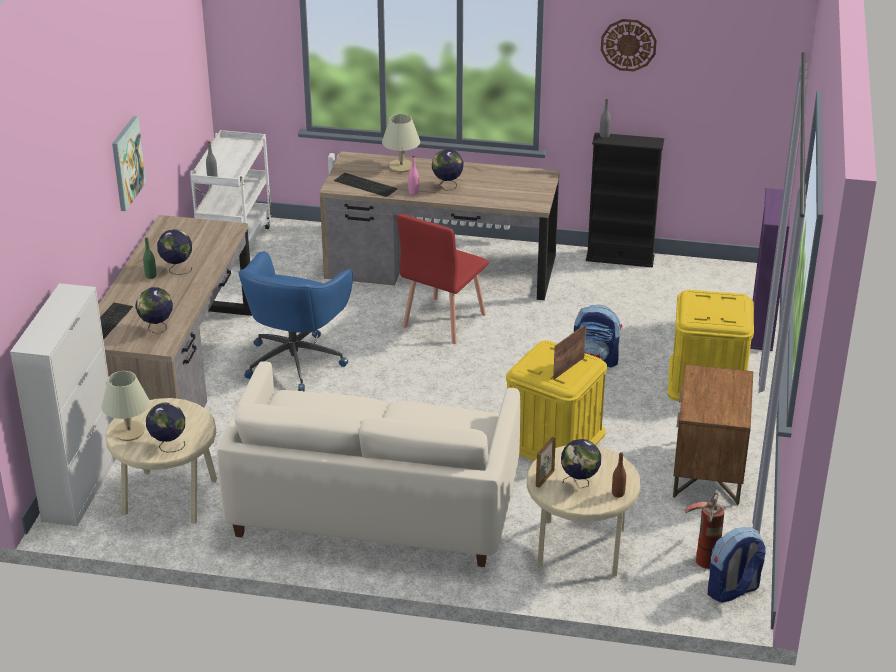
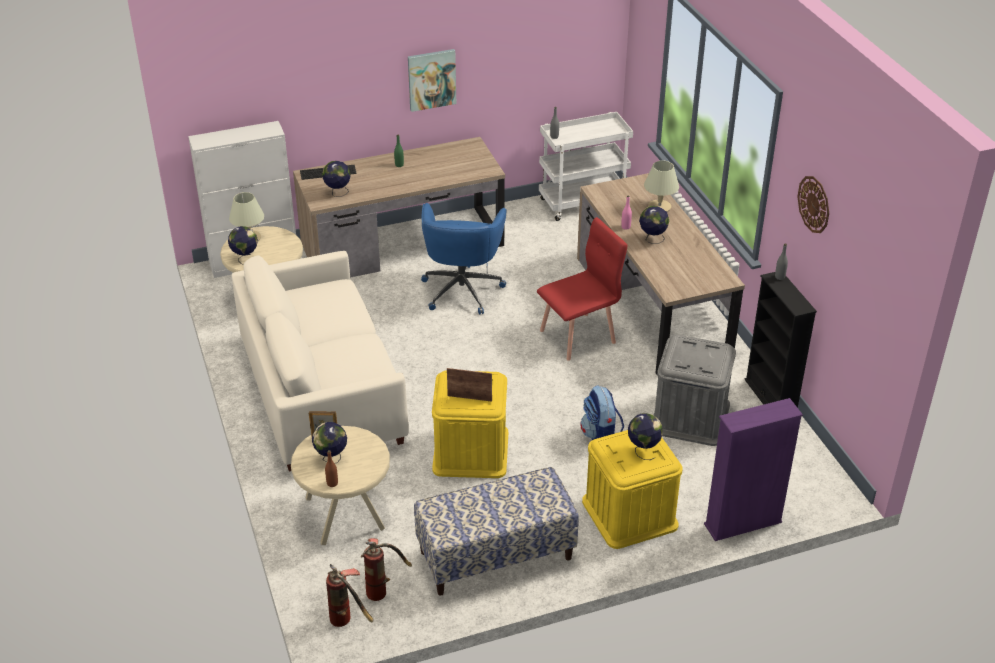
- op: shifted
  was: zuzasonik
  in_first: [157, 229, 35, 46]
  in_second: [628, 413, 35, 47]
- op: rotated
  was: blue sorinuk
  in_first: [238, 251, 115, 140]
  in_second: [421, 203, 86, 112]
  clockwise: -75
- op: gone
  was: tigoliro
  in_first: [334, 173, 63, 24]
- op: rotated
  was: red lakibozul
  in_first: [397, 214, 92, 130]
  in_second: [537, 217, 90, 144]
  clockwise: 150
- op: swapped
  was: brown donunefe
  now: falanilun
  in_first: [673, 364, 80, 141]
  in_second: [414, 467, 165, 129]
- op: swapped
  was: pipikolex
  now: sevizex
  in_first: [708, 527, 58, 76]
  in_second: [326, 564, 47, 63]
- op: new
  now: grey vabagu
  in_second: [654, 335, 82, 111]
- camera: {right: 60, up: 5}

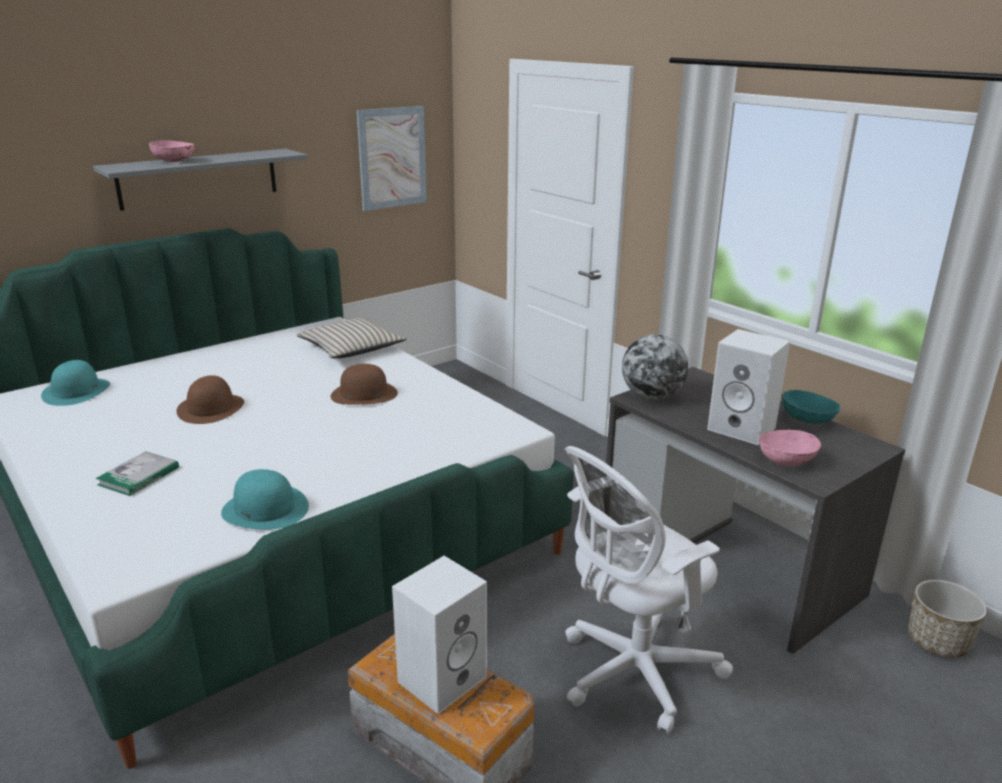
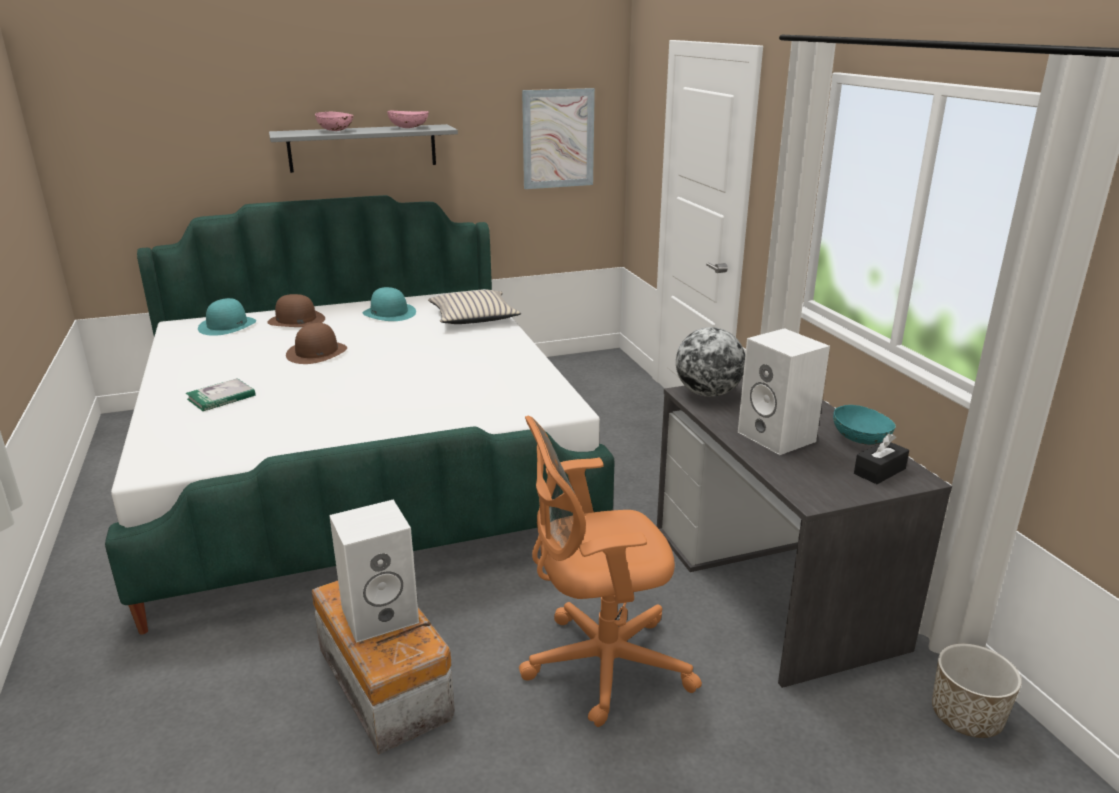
- op: shifted
  was: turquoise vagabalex
  in_first: [221, 469, 88, 61]
  in_second: [363, 287, 53, 34]
- op: shifted
  was: brown vagabalex
  in_first: [331, 364, 67, 41]
  in_second: [267, 294, 58, 33]
- op: repainted
  was: white sorinuk
  now: orange sorinuk
  in_first: [565, 446, 168, 288]
  in_second: [519, 415, 183, 312]
- op: shifted
  was: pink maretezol
  in_first: [759, 430, 62, 36]
  in_second: [387, 111, 42, 17]
- op: new
  now: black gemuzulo
  in_second: [854, 434, 55, 50]
- camera: {right: 20, up: 0}

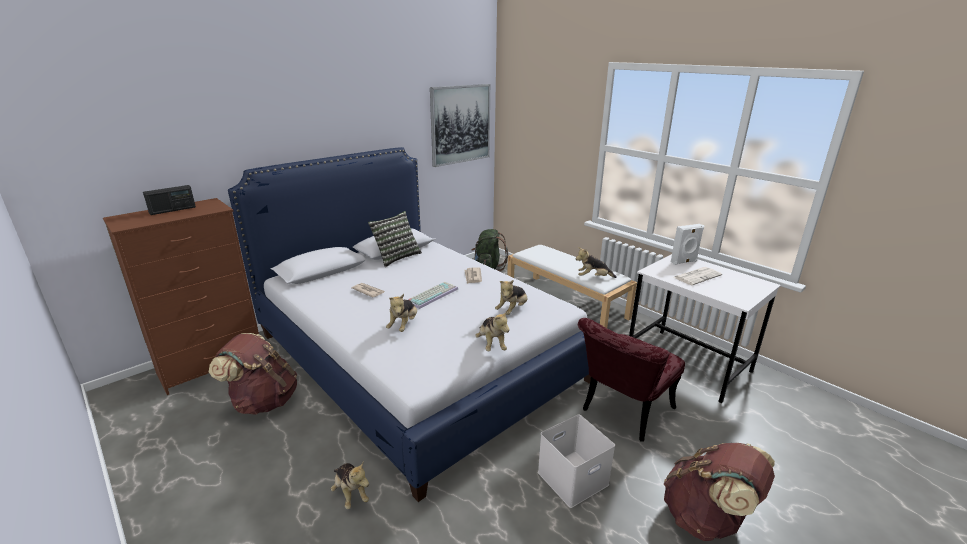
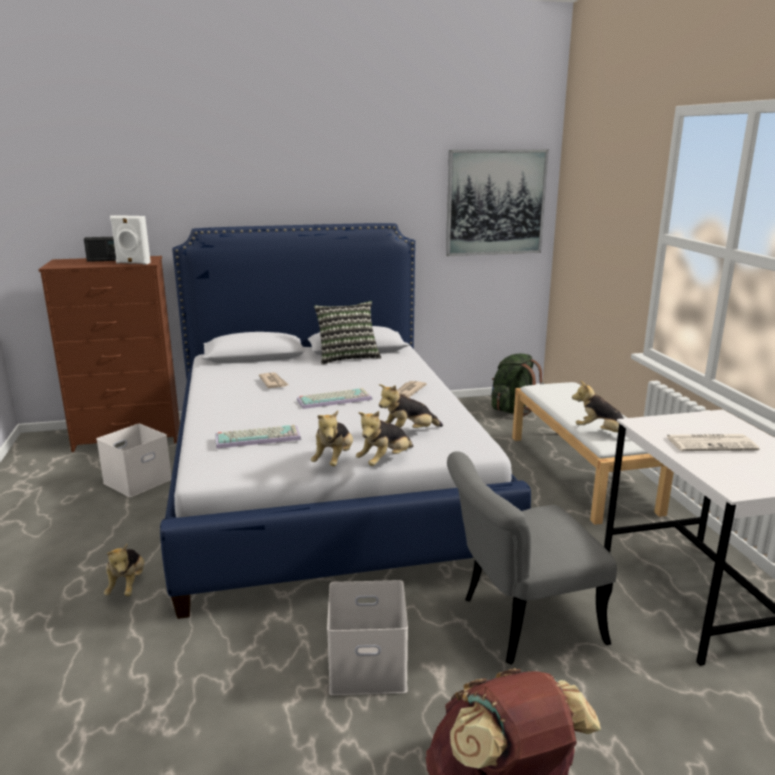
- op: swapped
  was: brown pipikolex
  now: white vabagu
  in_first: [209, 333, 88, 82]
  in_second: [96, 424, 75, 73]
- op: shifted
  was: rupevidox
  in_first: [386, 294, 31, 38]
  in_second: [356, 411, 57, 55]
- op: repainted
  was: red lakibozul
  now: grey lakibozul
  in_first: [578, 318, 107, 123]
  in_second: [447, 451, 170, 214]
- op: shifted
  was: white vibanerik
  in_first: [671, 224, 34, 41]
  in_second: [110, 215, 41, 49]
- op: new
  now: tigoliro
  in_second: [215, 425, 86, 24]
- camera: {right: 30, up: -5}

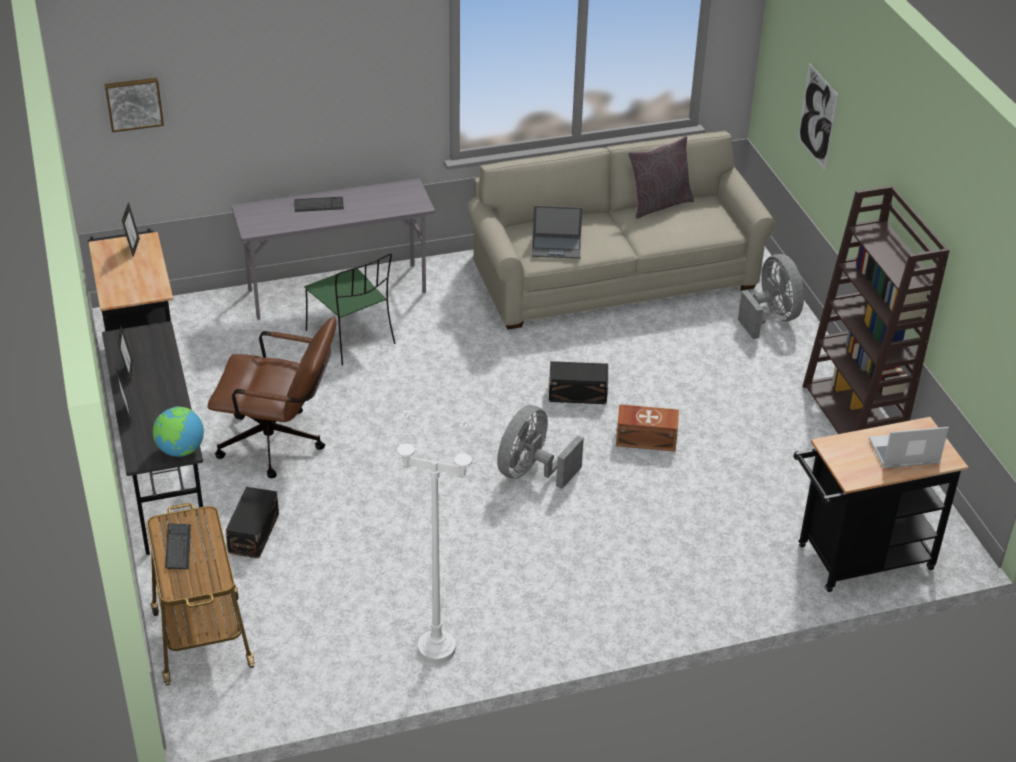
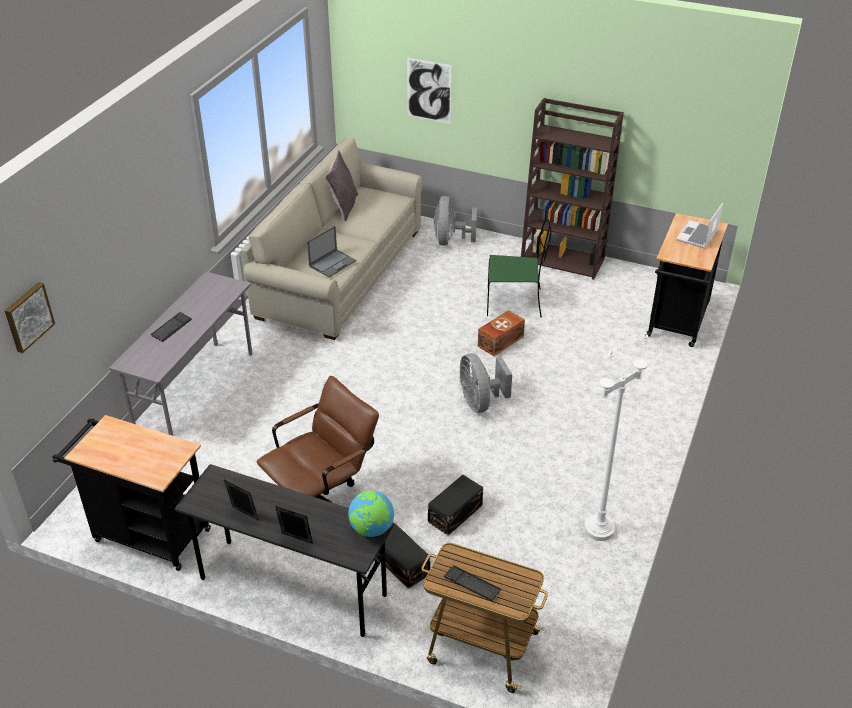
- op: gone
  was: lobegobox
  in_first: [122, 202, 18, 54]
- op: shifted
  was: green lakibozul
  in_first: [304, 253, 92, 113]
  in_second: [487, 220, 65, 97]
- op: shifted
  was: black vabagu
  in_first: [549, 361, 59, 43]
  in_second: [428, 475, 55, 60]
- op: rotated
  was: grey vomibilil
  in_first: [738, 254, 66, 85]
  in_second: [434, 196, 43, 50]
  clockwise: -105
- camera: {right: -50, up: 0}

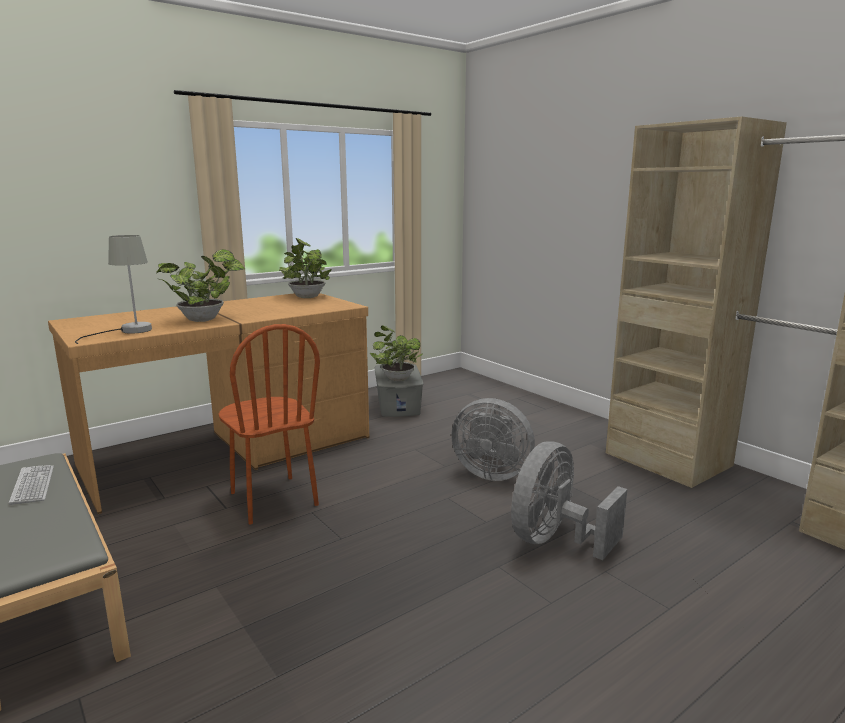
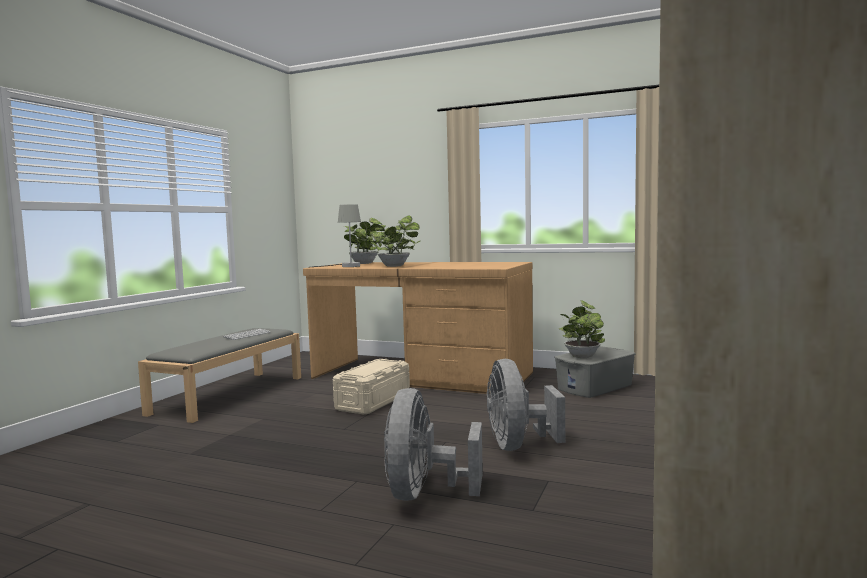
- op: swapped
  was: brown lakibozul
  now: beige vabagu
  in_first: [219, 324, 101, 200]
  in_second: [333, 359, 77, 55]
- op: shifted
  was: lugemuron
  in_first: [279, 238, 53, 60]
  in_second: [344, 218, 41, 46]
- op: rotated
  was: grey vomibilil
  in_first: [511, 441, 117, 119]
  in_second: [384, 388, 99, 113]
  clockwise: -90
- camera: {right: 60, up: -10}

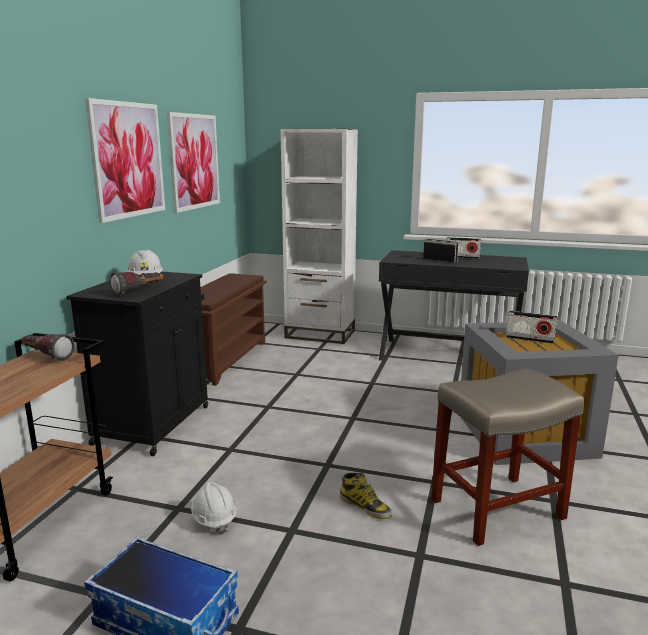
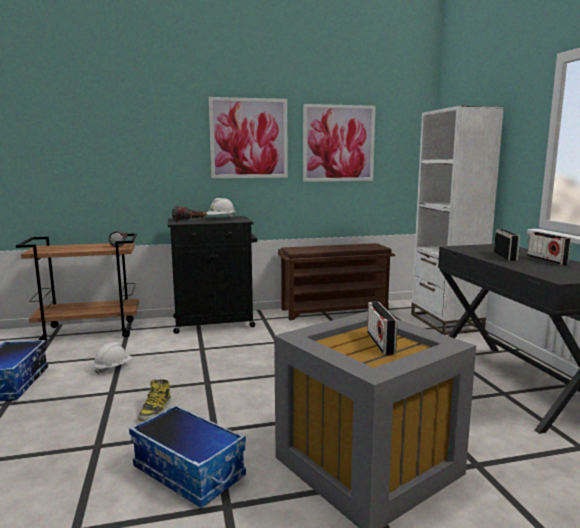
- op: swapped
  was: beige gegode
  now: vabagu
  in_first: [431, 368, 153, 178]
  in_second: [129, 404, 117, 104]
- camera: {right: 60, up: -5}

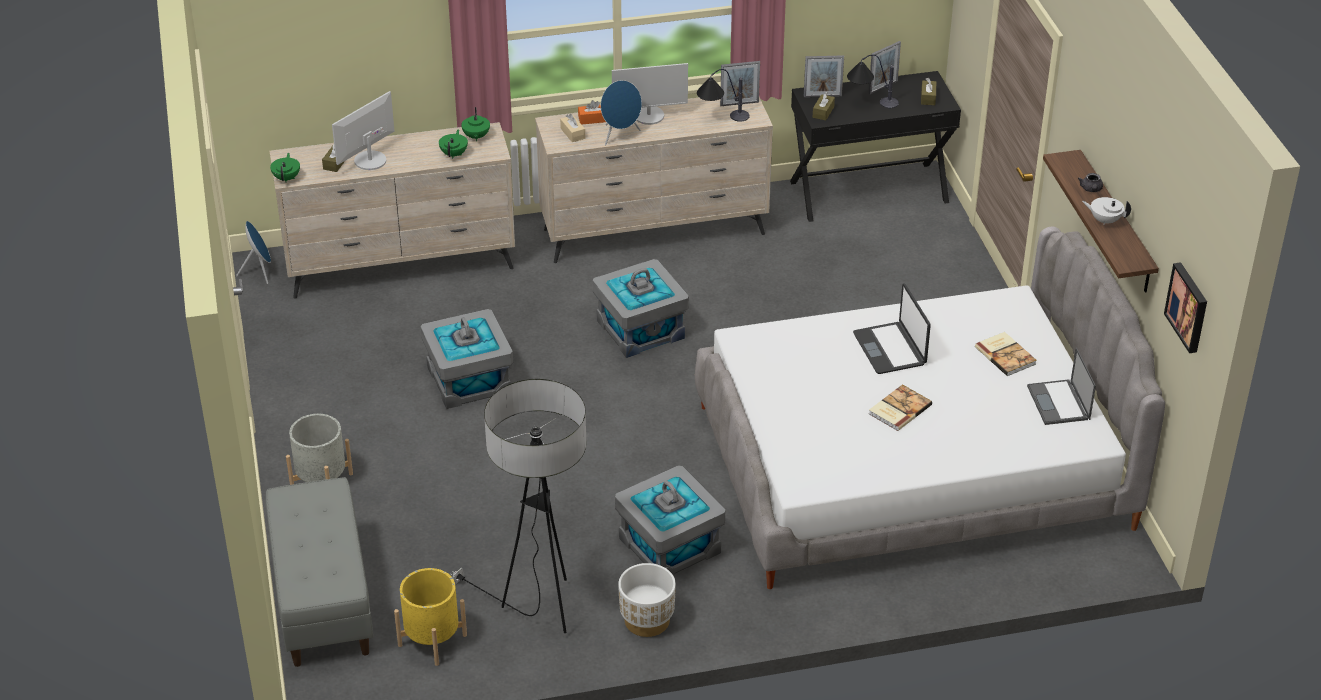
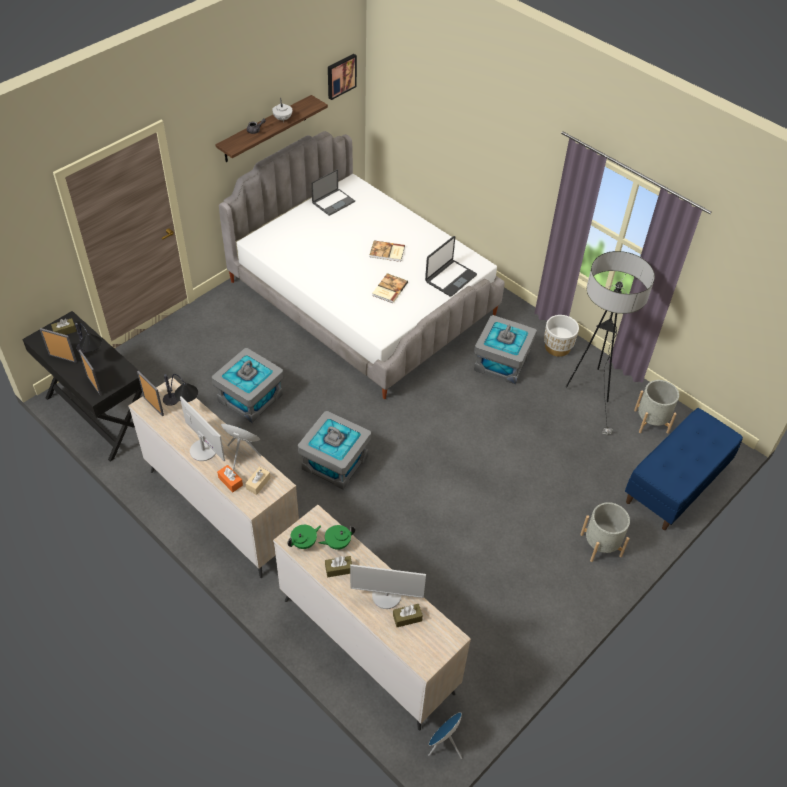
- op: repainted
  was: grey falanilun
  now: blue falanilun
  in_first: [266, 477, 107, 190]
  in_second: [625, 408, 118, 122]
- op: gone
  was: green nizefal
  in_first: [270, 153, 30, 30]
- op: repainted
  was: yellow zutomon
  now: grey zutomon
  in_first: [394, 568, 73, 98]
  in_second: [634, 380, 45, 54]
- op: shifted
  was: grey vabagu
  in_first: [420, 309, 93, 100]
  in_second: [212, 348, 71, 75]
- op: shifted
  was: brown gemuzulo
  in_first: [813, 92, 22, 28]
  in_second: [325, 556, 27, 21]
- op: shifted
  was: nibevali
  in_first: [853, 284, 78, 90]
  in_second: [425, 236, 52, 61]
- op: shifted
  was: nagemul
  in_first: [975, 332, 62, 44]
  in_second: [372, 273, 36, 30]
- camera: {right: -125, up: 10}

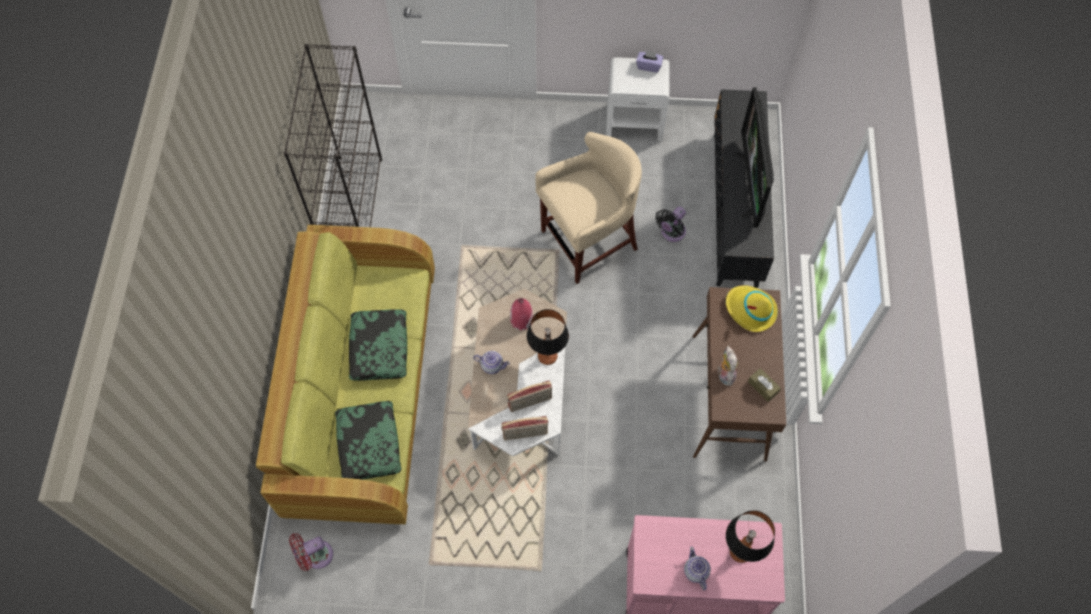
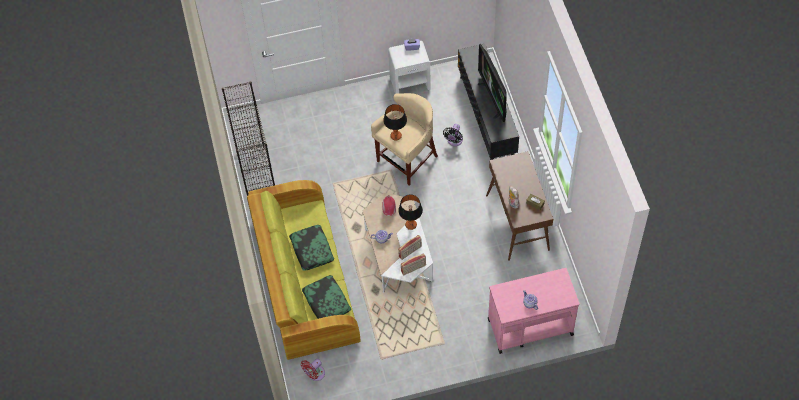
- op: gone
  was: yellow vagabalex
  in_first: [726, 285, 52, 47]
- op: shifted
  was: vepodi
  in_first: [726, 510, 49, 53]
  in_second: [383, 104, 24, 37]
- camera: {right: -15, up: -5}

